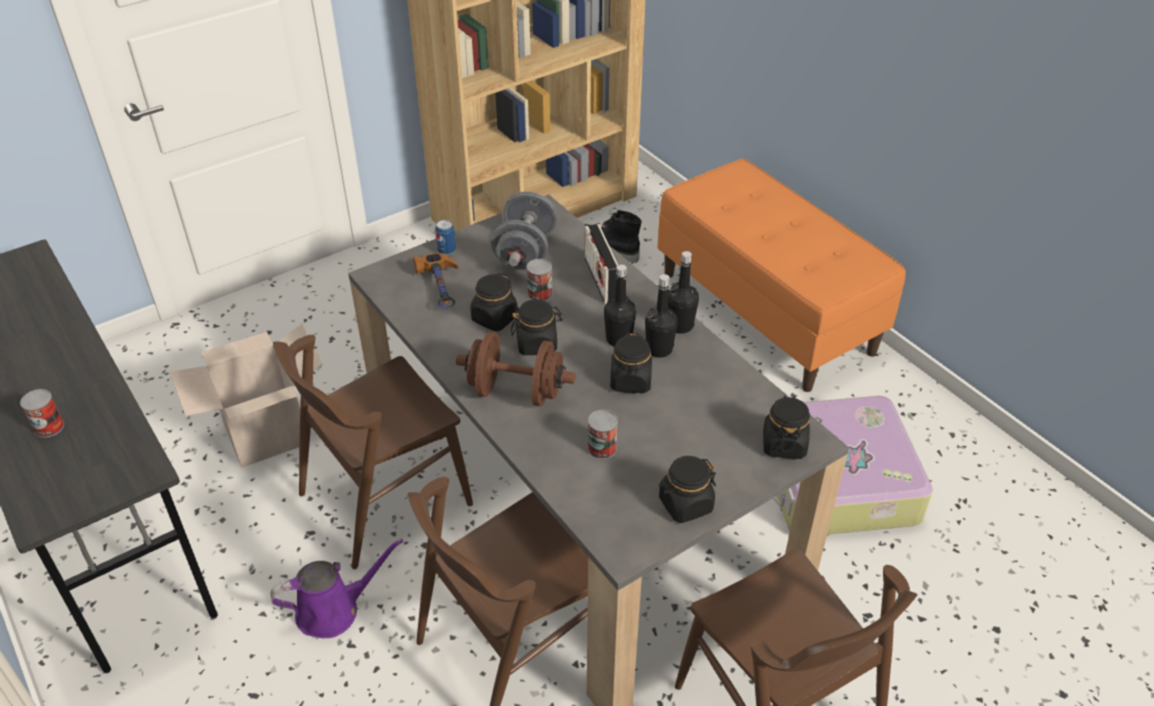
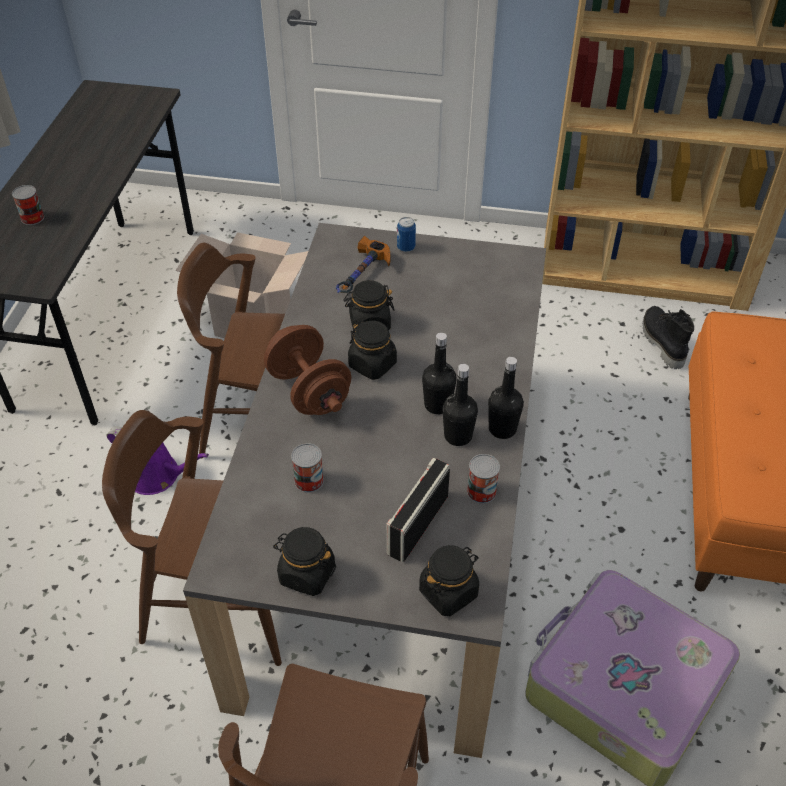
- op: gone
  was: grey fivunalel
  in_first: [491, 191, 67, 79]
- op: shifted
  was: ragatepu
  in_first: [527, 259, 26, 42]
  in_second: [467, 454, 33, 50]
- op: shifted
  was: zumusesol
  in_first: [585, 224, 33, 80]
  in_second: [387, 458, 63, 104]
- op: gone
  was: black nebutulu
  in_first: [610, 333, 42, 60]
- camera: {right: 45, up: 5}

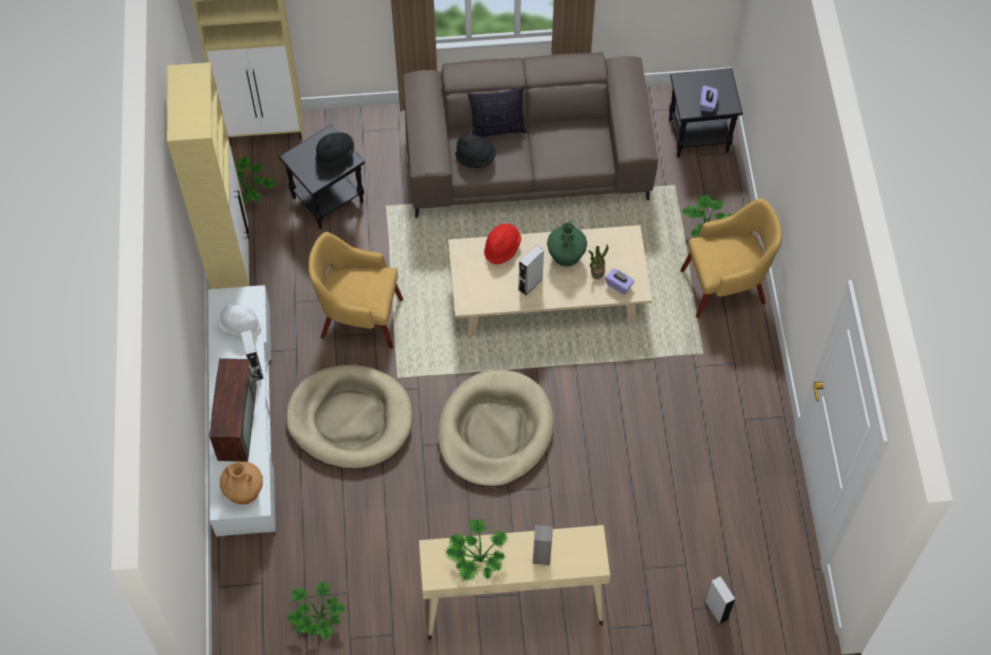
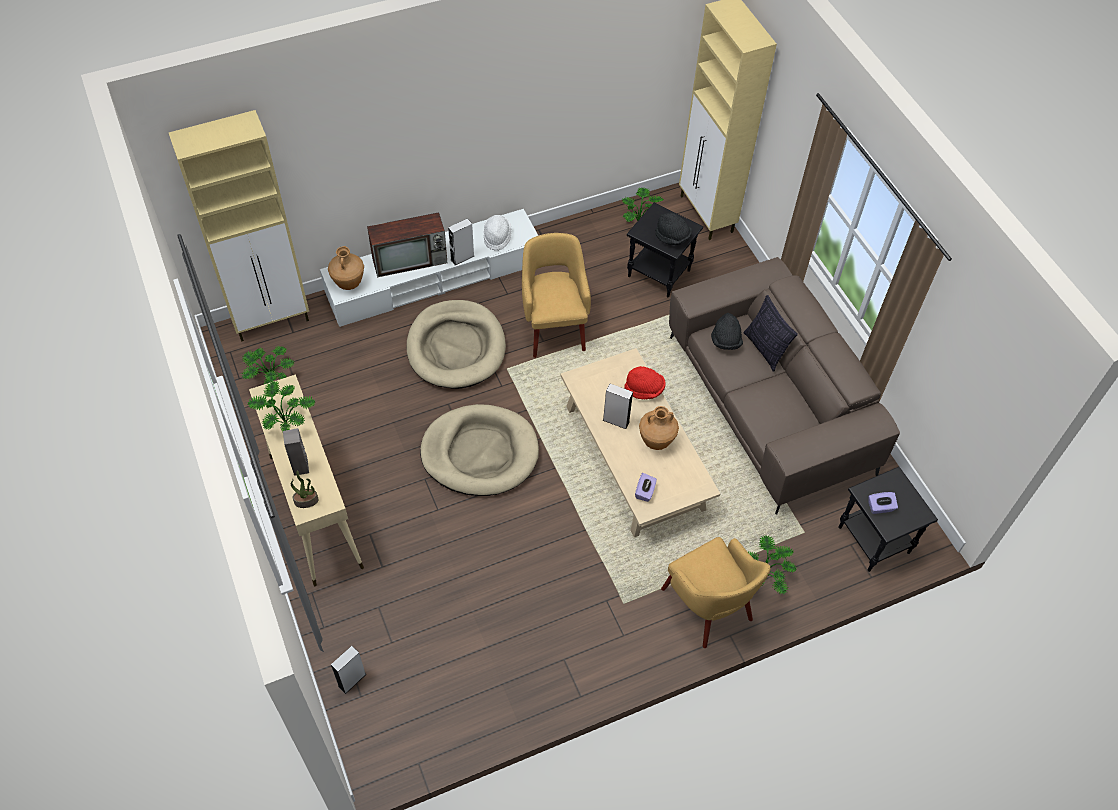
- op: shifted
  was: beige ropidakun
  in_first: [167, 62, 83, 227]
  in_second: [169, 110, 140, 232]
- op: repainted
  was: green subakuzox
  now: brown subakuzox
  in_first: [547, 221, 40, 46]
  in_second: [639, 406, 40, 44]
- op: shifted
  was: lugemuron
  in_first: [588, 244, 21, 35]
  in_second: [291, 470, 28, 38]
- camera: {right: 70, up: -5}

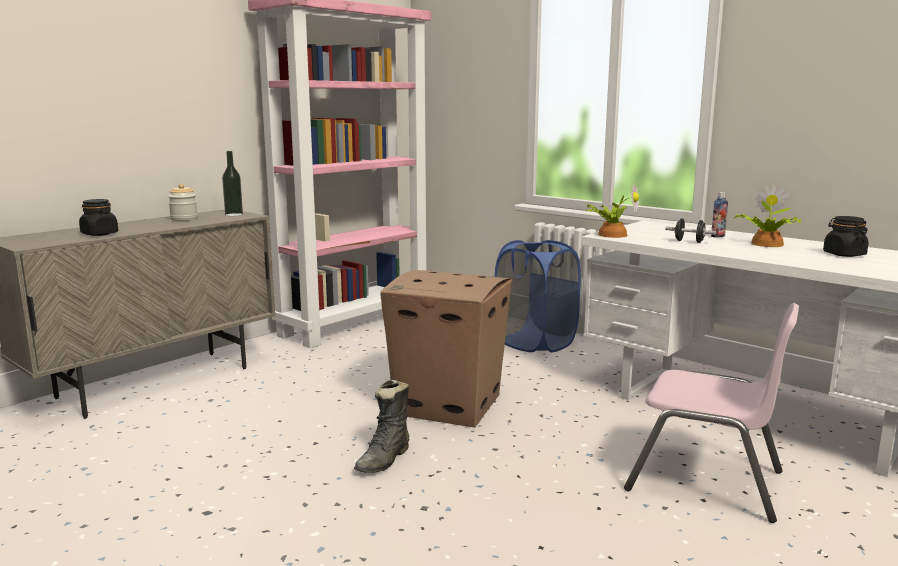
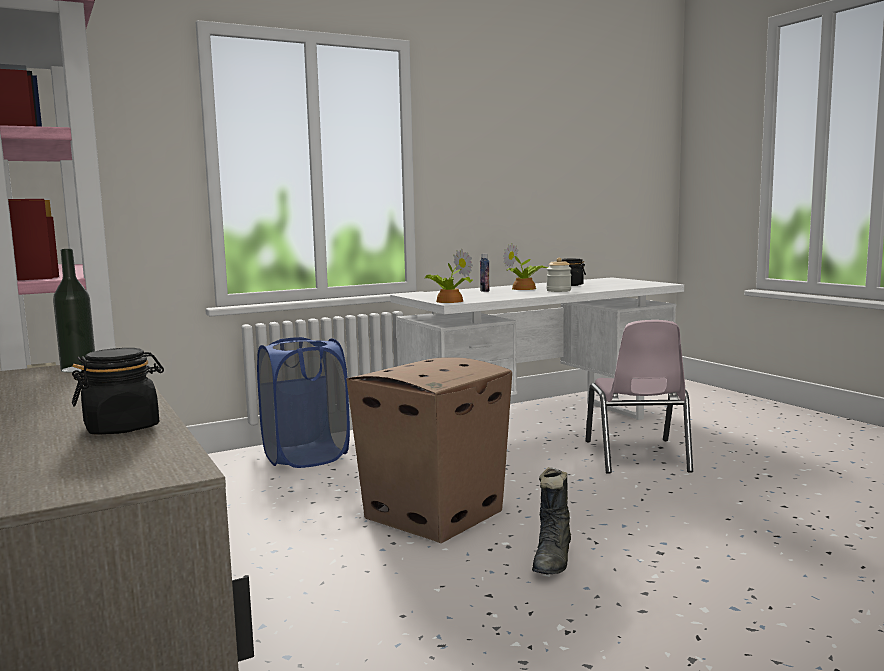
- op: shifted
  was: nebutulu
  in_first: [168, 184, 30, 37]
  in_second: [547, 258, 24, 34]
- op: rotated
  was: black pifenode
  in_first: [354, 379, 56, 94]
  in_second: [532, 467, 39, 108]
  clockwise: 60
- op: rotated
  was: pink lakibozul
  in_first: [624, 303, 175, 220]
  in_second: [585, 320, 108, 154]
  clockwise: 135
- op: gone
  was: black fivunalel
  in_first: [665, 219, 51, 24]
- camera: {right: -70, up: -5}

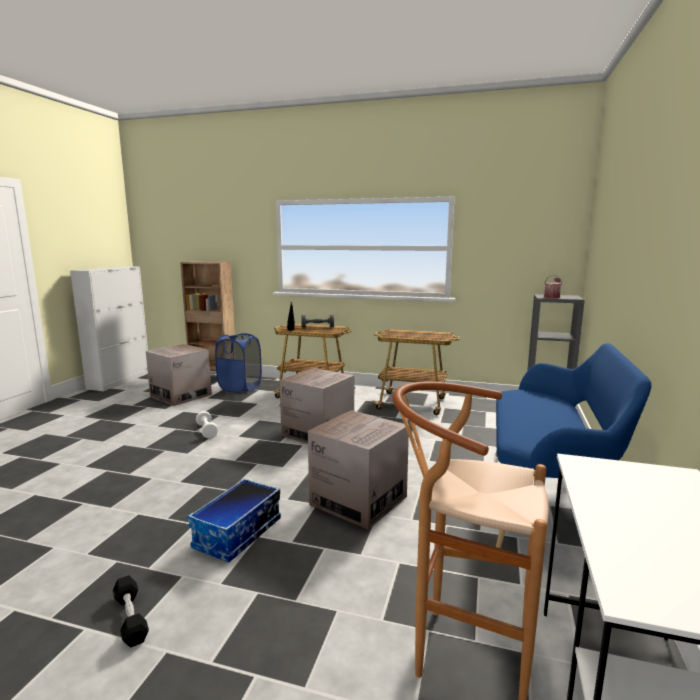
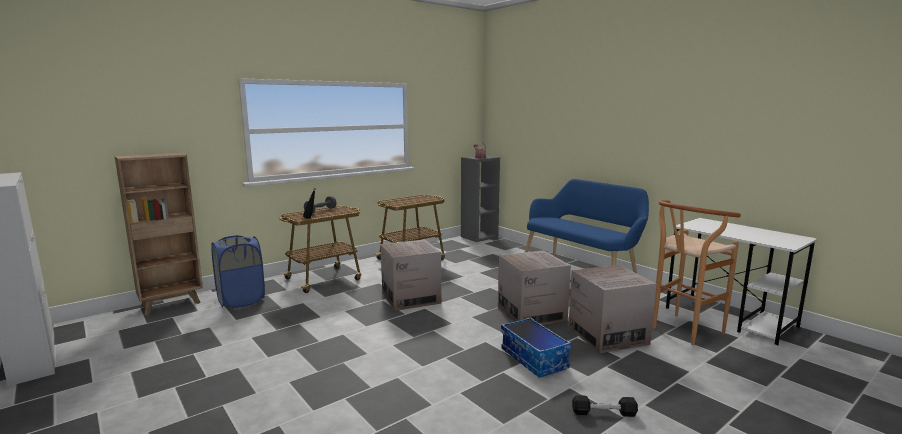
- op: shifted
  was: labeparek
  in_first: [146, 344, 66, 62]
  in_second: [568, 265, 89, 88]
- op: gone
  was: white fivunalel
  in_first: [196, 411, 22, 27]
- camera: {right: -55, up: 0}

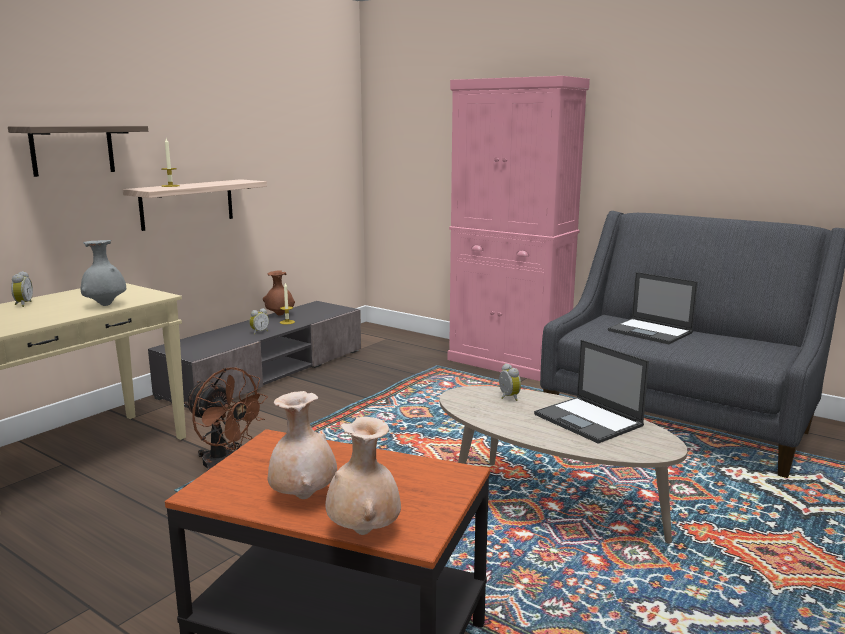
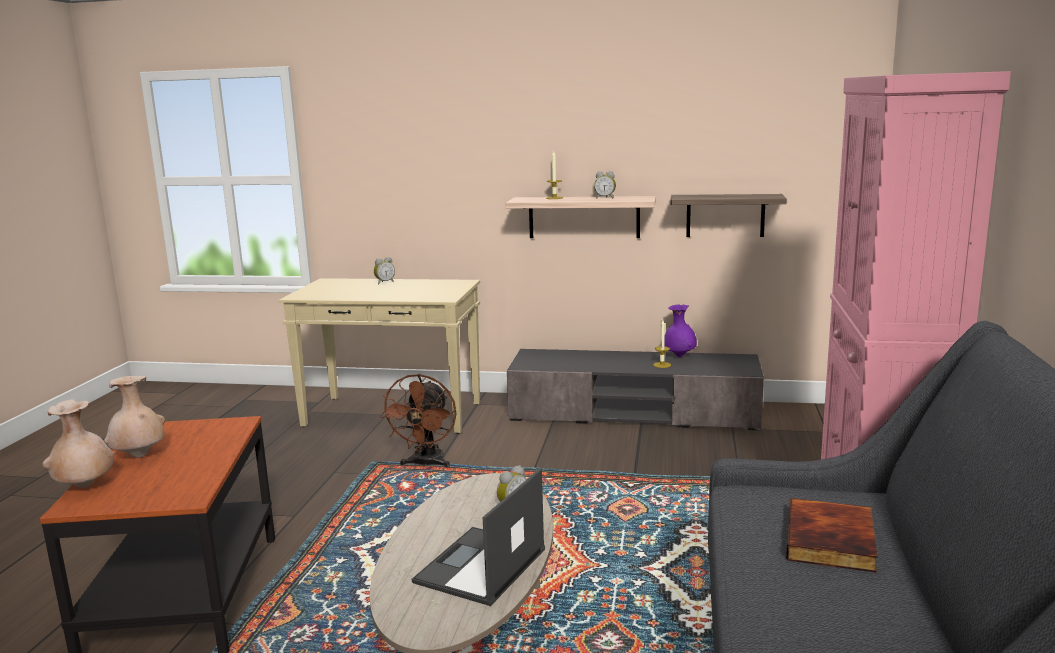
- op: shifted
  was: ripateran
  in_first: [8, 126, 140, 51]
  in_second: [670, 194, 117, 43]
- op: gone
  was: grey subakuzox
  in_first: [81, 240, 45, 66]
- op: shifted
  was: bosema
  in_first: [249, 308, 20, 27]
  in_second: [594, 171, 22, 27]
- op: repainted
  was: brown subakuzox
  now: purple subakuzox
  in_first: [263, 270, 32, 46]
  in_second: [664, 304, 33, 53]
- op: swapped
  was: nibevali
  now: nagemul
  in_first: [608, 272, 90, 72]
  in_second: [786, 498, 92, 75]
- camera: {right: 65, up: 0}

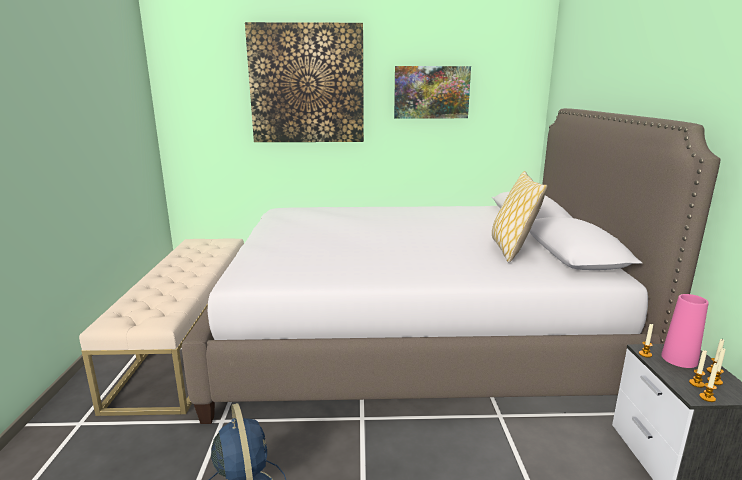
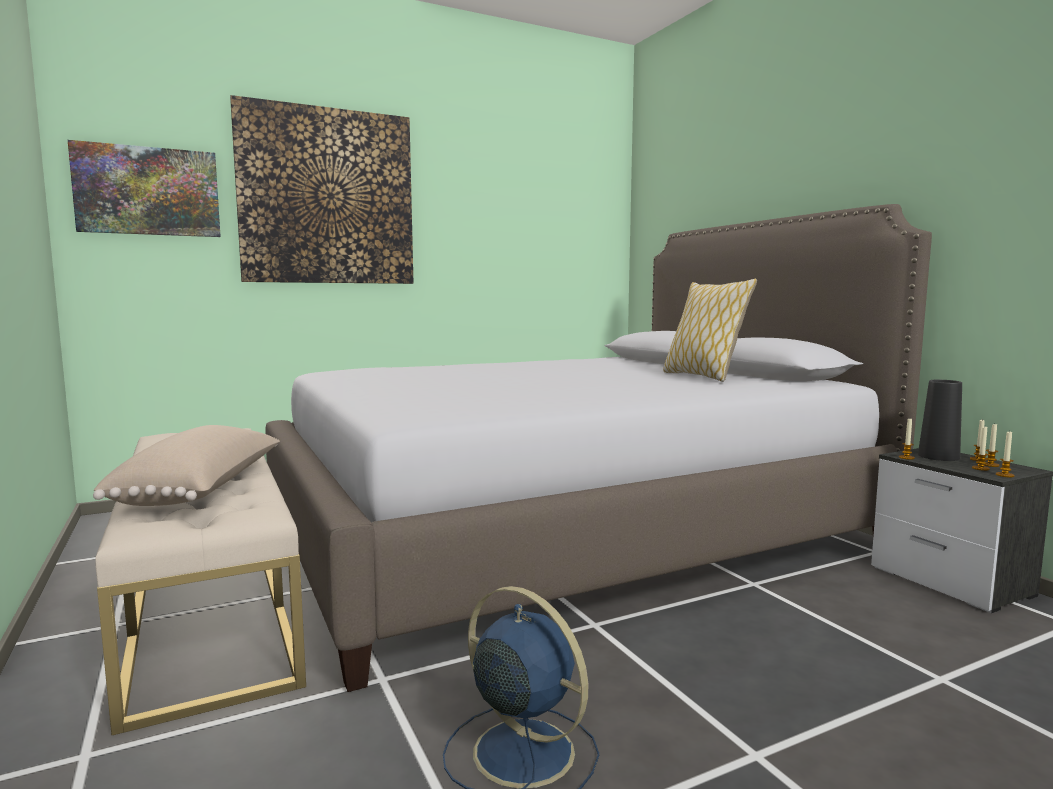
- op: shifted
  was: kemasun
  in_first: [394, 66, 77, 52]
  in_second: [68, 140, 153, 97]
- op: repainted
  was: pink subakuzox
  now: black subakuzox
  in_first: [661, 294, 48, 74]
  in_second: [918, 380, 44, 81]
- op: new
  now: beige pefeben
  in_second: [93, 425, 187, 81]
- camera: {right: -25, up: -10}

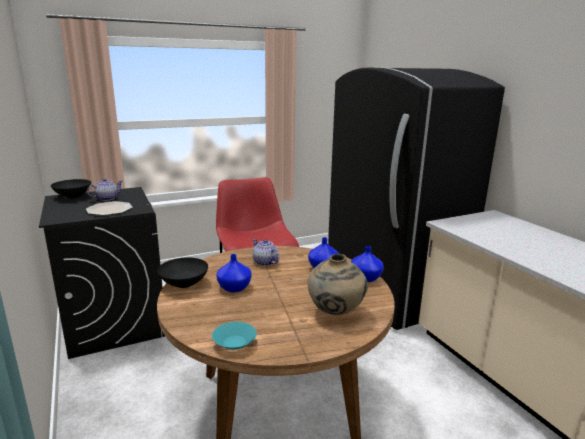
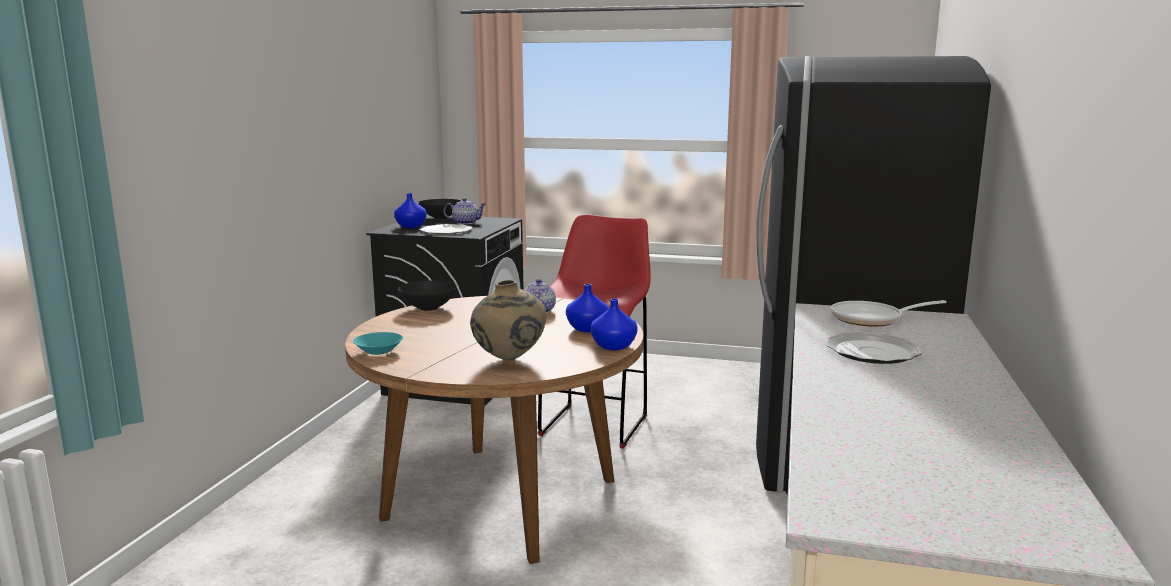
- op: shifted
  was: blue subakuzox
  in_first: [217, 254, 35, 38]
  in_second: [394, 193, 33, 35]
- op: new
  now: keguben
  in_second: [826, 332, 96, 32]
- op: new
  now: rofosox
  in_second: [831, 300, 115, 26]
- camera: {right: 40, up: -5}

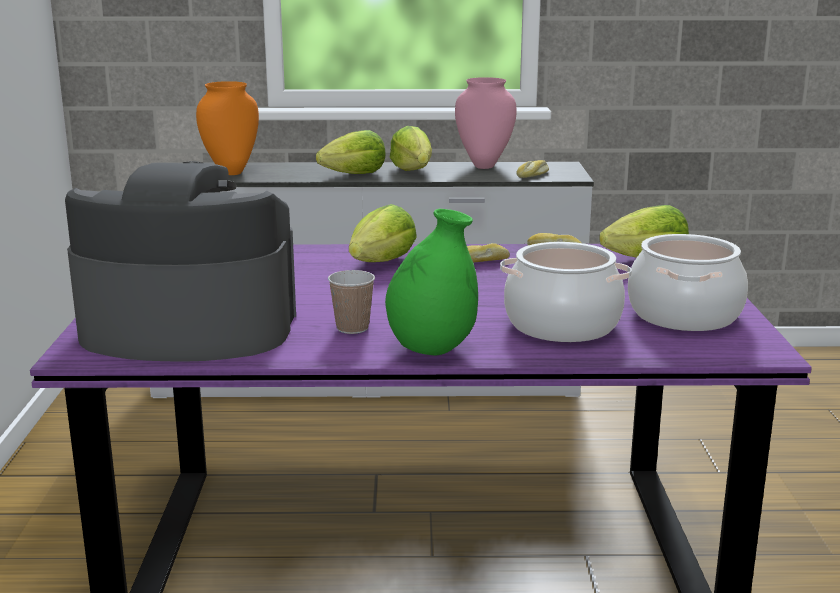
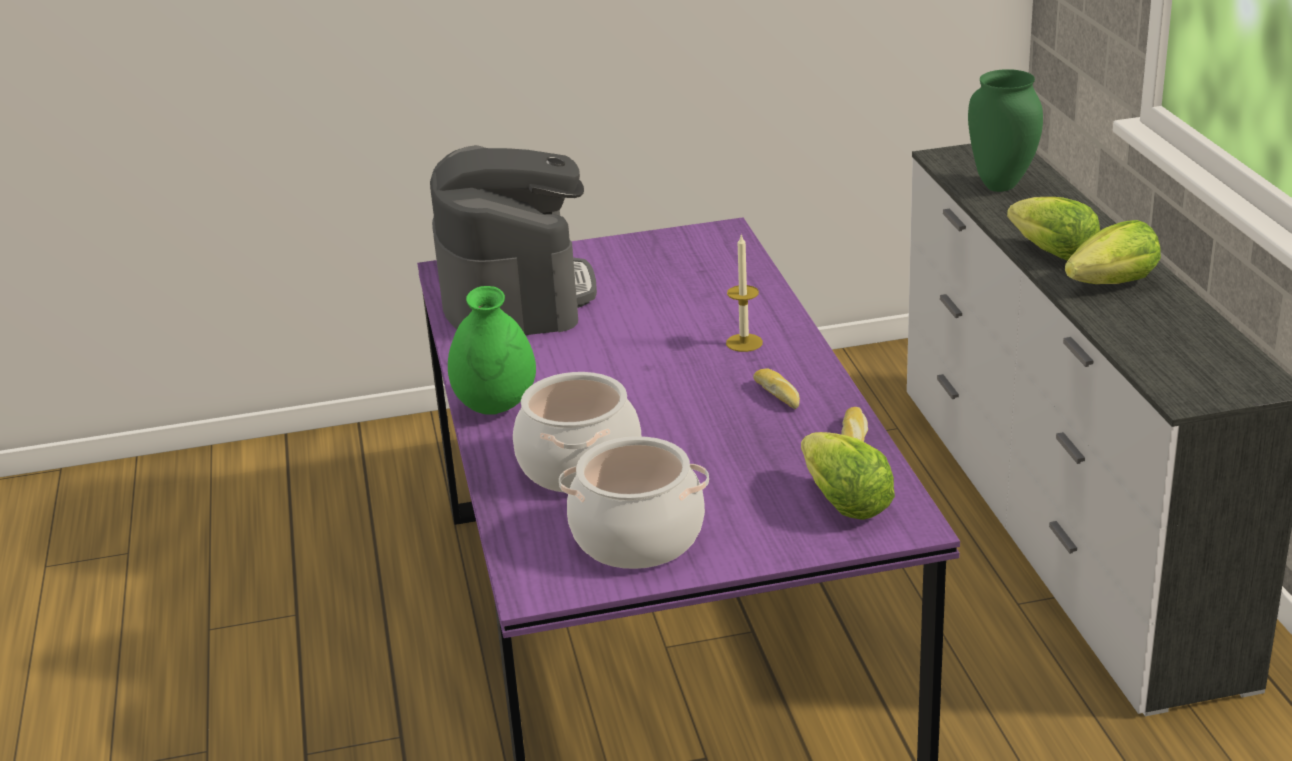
- op: repainted
  was: orange subakuzox
  now: green subakuzox
  in_first: [196, 81, 63, 94]
  in_second: [968, 69, 75, 123]
- op: gone
  was: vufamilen
  in_first: [328, 270, 47, 64]
- op: swapped
  was: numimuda
  now: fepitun
  in_first: [349, 204, 68, 58]
  in_second: [726, 233, 37, 119]
- op: gone
  was: pink subakuzox
  in_first: [455, 77, 62, 92]
- op: gone
  was: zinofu
  in_first: [516, 160, 33, 18]
- camera: {right: 80, up: 10}

